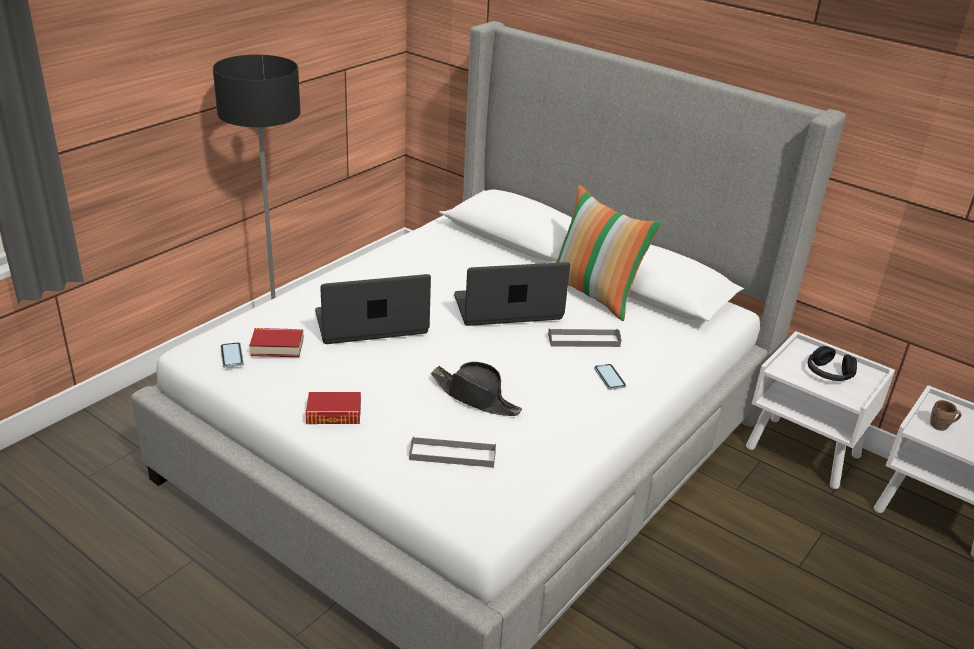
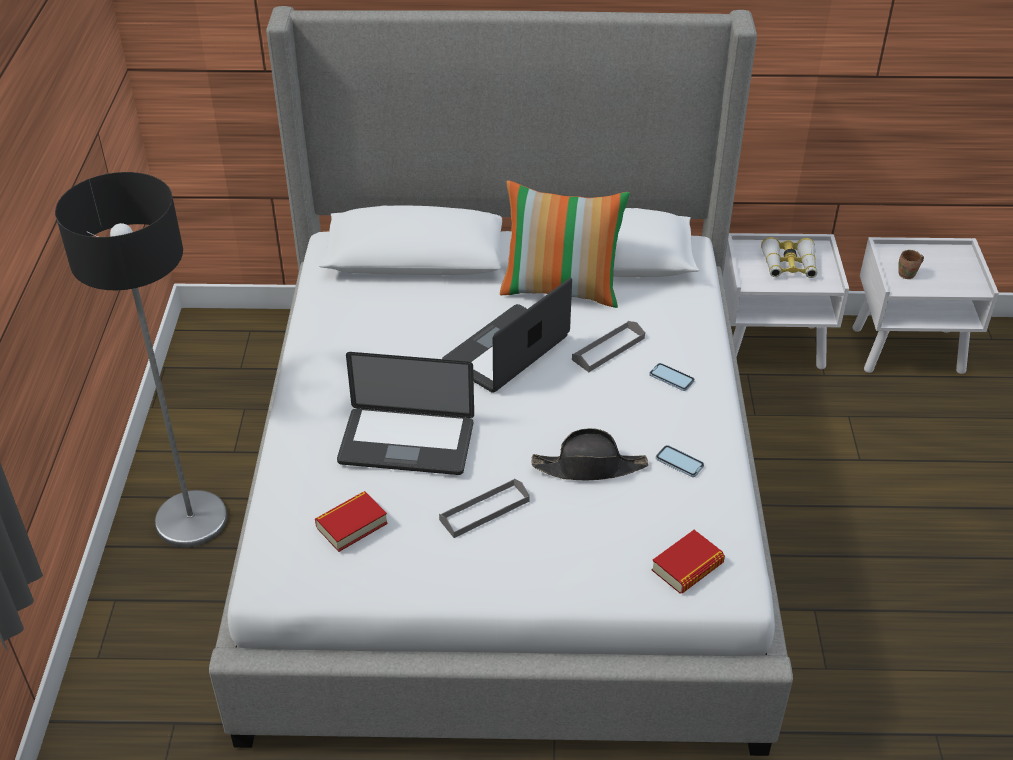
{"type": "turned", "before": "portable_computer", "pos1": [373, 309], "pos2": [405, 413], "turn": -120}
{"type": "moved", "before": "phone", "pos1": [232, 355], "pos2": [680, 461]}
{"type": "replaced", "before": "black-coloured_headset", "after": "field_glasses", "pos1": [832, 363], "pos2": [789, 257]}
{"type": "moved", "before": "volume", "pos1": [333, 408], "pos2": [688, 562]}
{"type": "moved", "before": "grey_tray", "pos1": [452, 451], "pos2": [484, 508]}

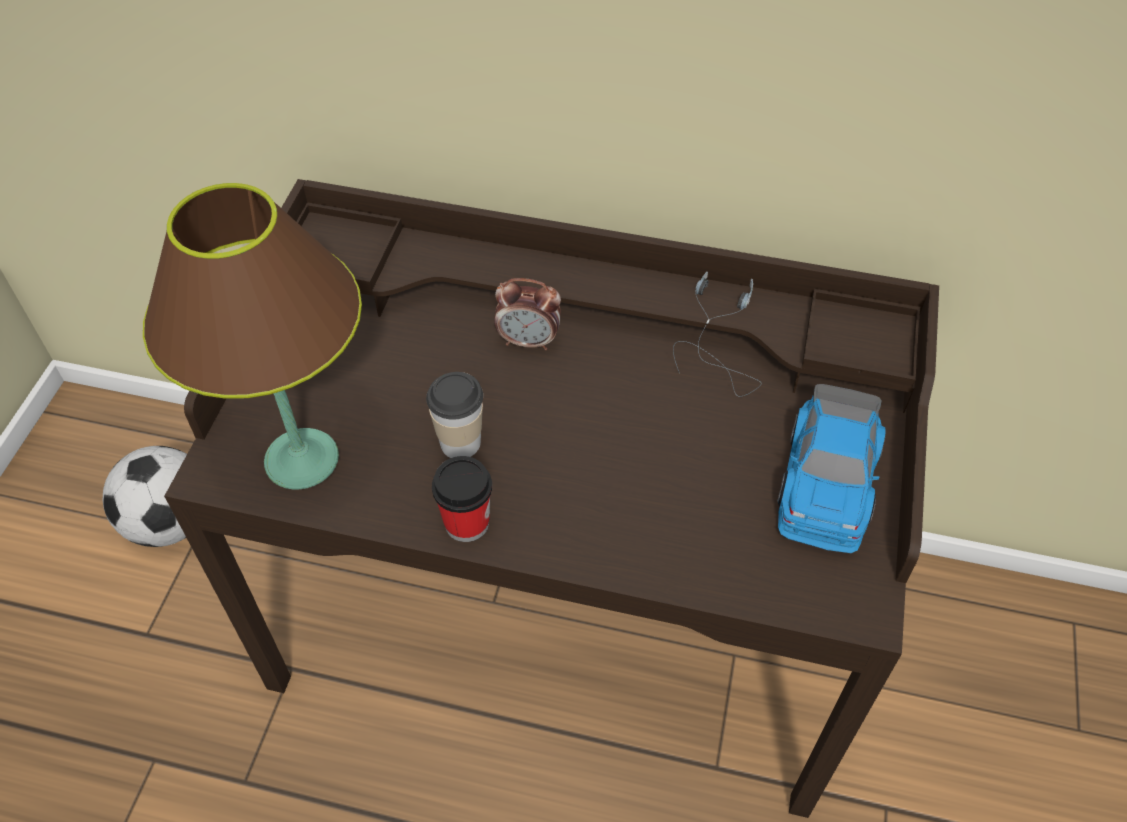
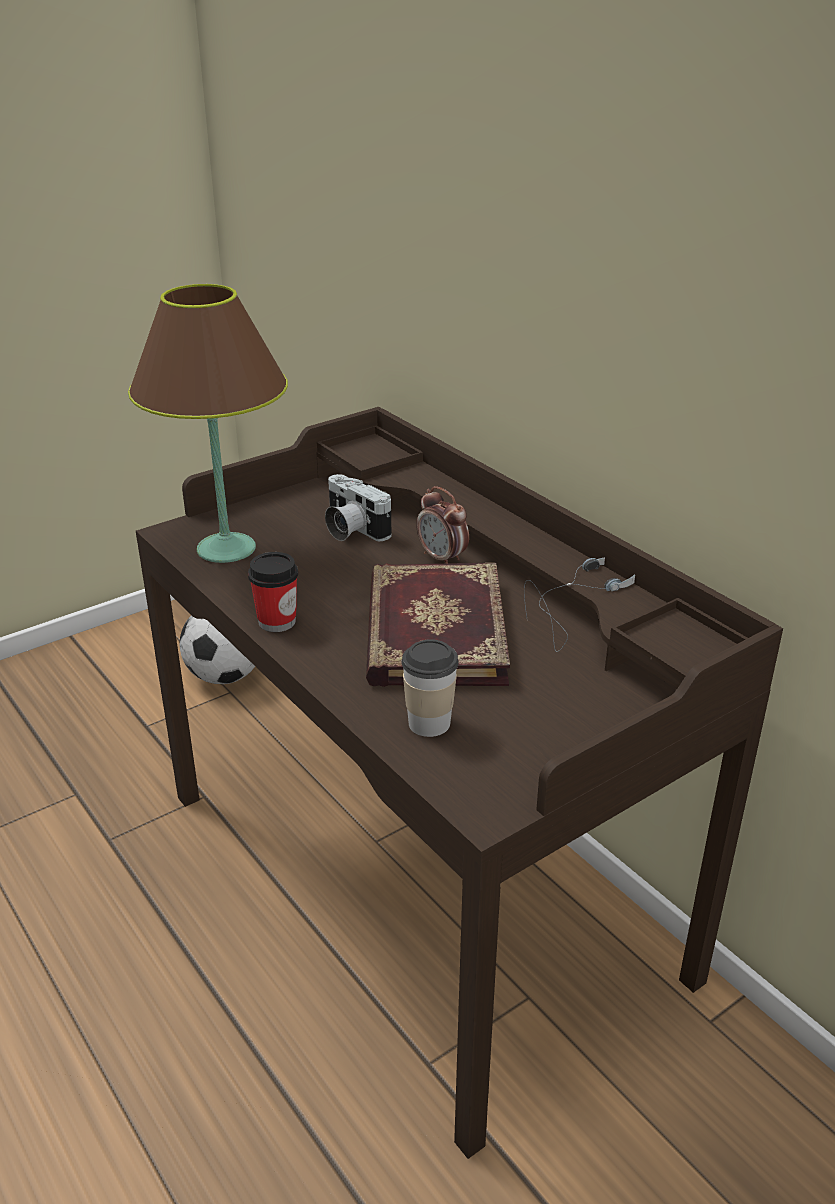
{"type": "moved", "before": "drinking_cup", "pos1": [454, 415], "pos2": [430, 688]}
{"type": "removed", "before": "miniature_car", "pos1": [831, 468]}
{"type": "added", "after": "photo_camera", "pos2": [358, 507]}
{"type": "added", "after": "volume", "pos2": [438, 625]}

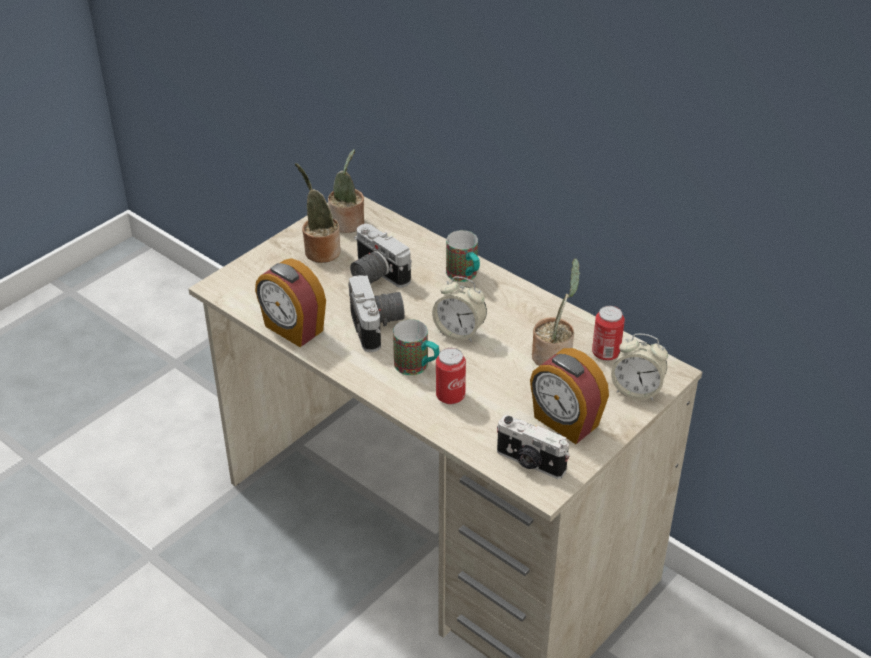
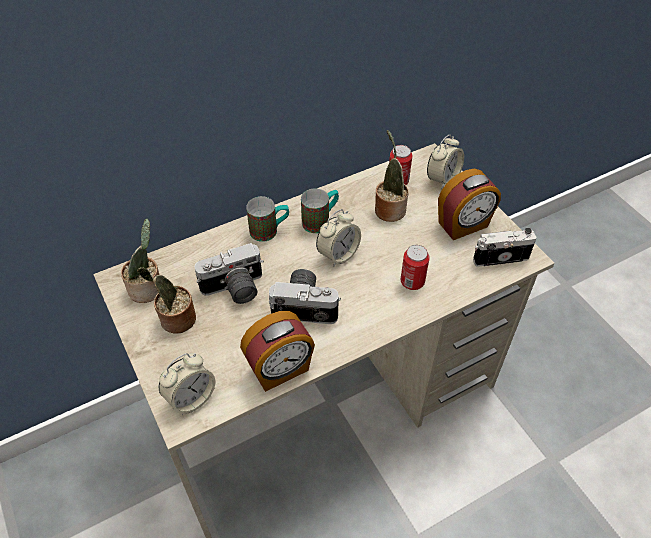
{"type": "moved", "before": "coffee_mug", "pos1": [416, 347], "pos2": [320, 210]}
{"type": "turned", "before": "photo_camera", "pos1": [533, 447], "pos2": [505, 247], "turn": -150}
{"type": "added", "after": "table_clock", "pos2": [187, 384]}

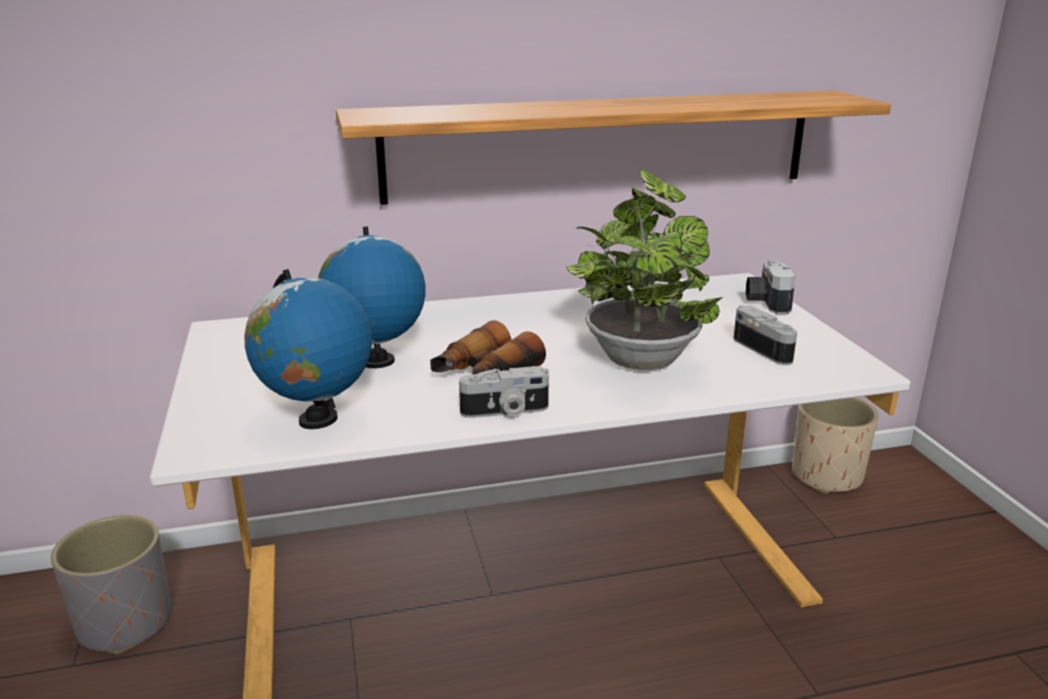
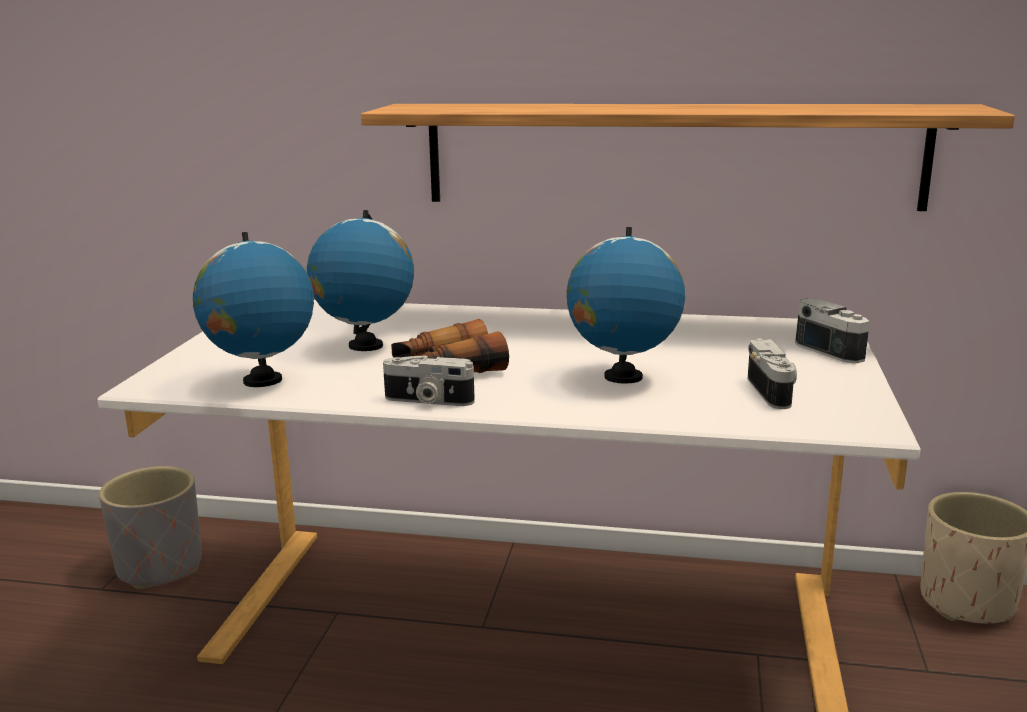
{"type": "replaced", "before": "houseplant", "after": "desk_globe", "pos1": [644, 269], "pos2": [626, 305]}
{"type": "turned", "before": "photo_camera", "pos1": [771, 287], "pos2": [832, 331], "turn": 120}

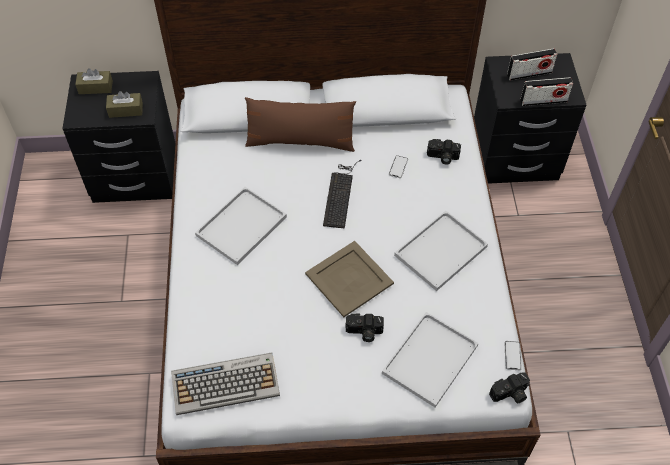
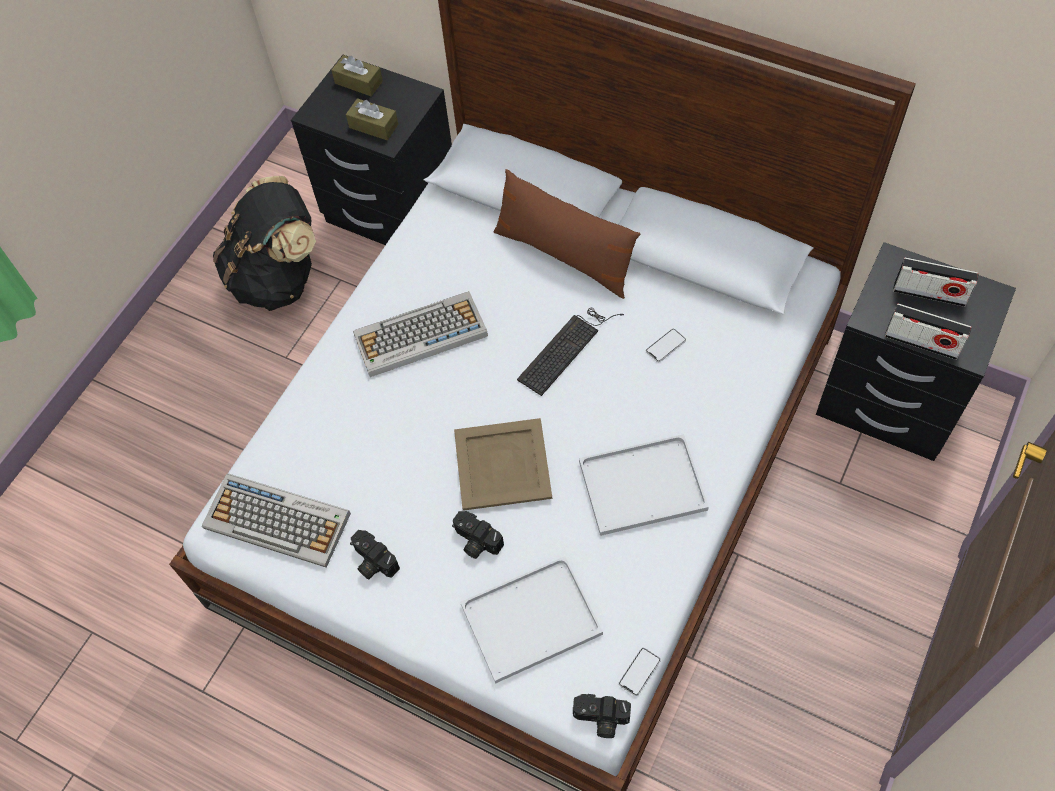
{"type": "moved", "before": "photo_camera", "pos1": [444, 152], "pos2": [375, 554]}
{"type": "replaced", "before": "white_tray", "after": "computer_keyboard", "pos1": [241, 226], "pos2": [420, 334]}
{"type": "added", "after": "black-coloured_backpack", "pos2": [264, 243]}

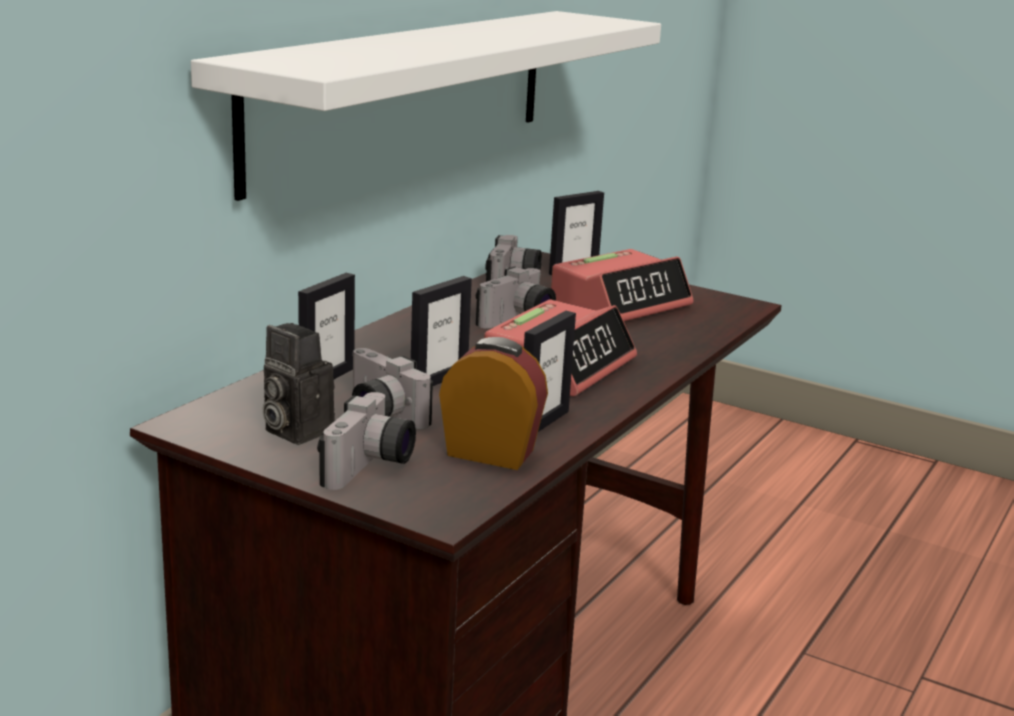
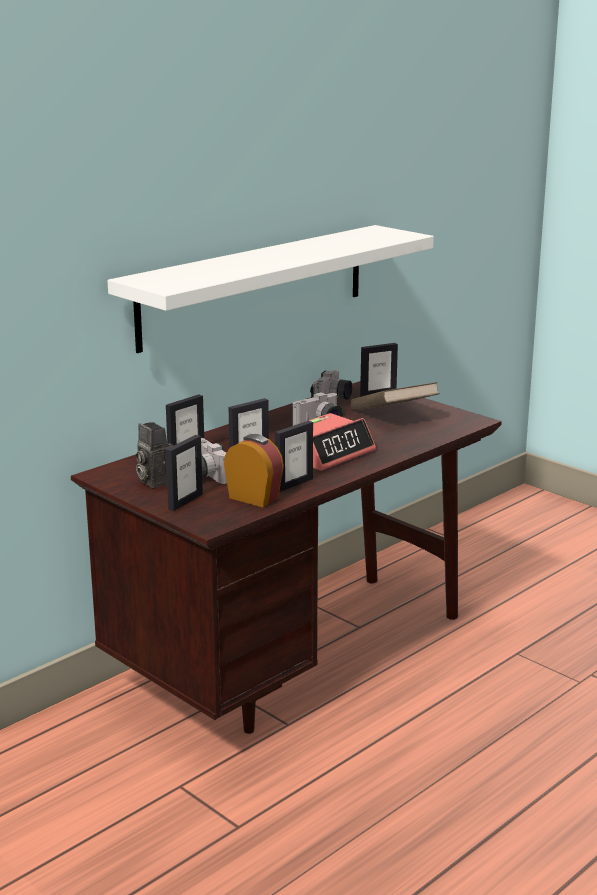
{"type": "replaced", "before": "table_clock", "after": "brown_volume", "pos1": [622, 285], "pos2": [395, 396]}
{"type": "replaced", "before": "photo_camera", "after": "standing_frame", "pos1": [366, 441], "pos2": [184, 473]}

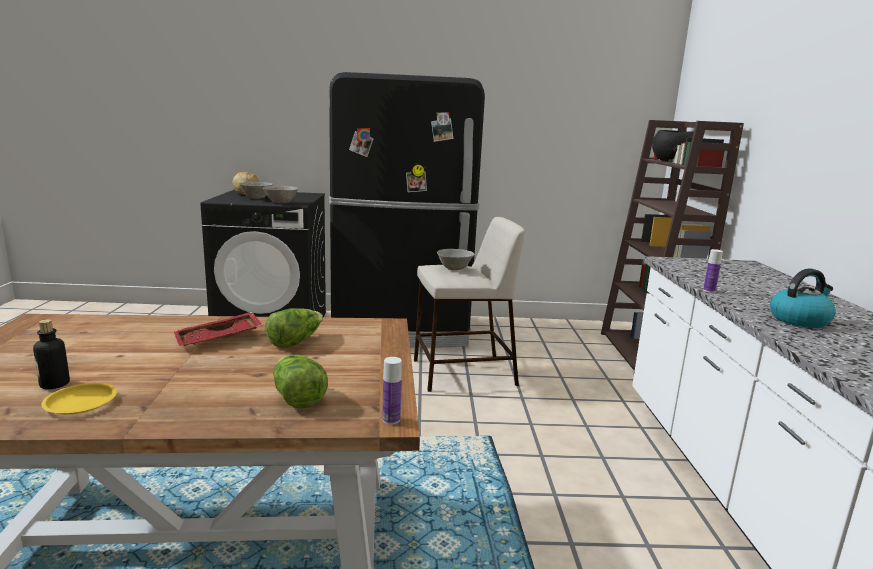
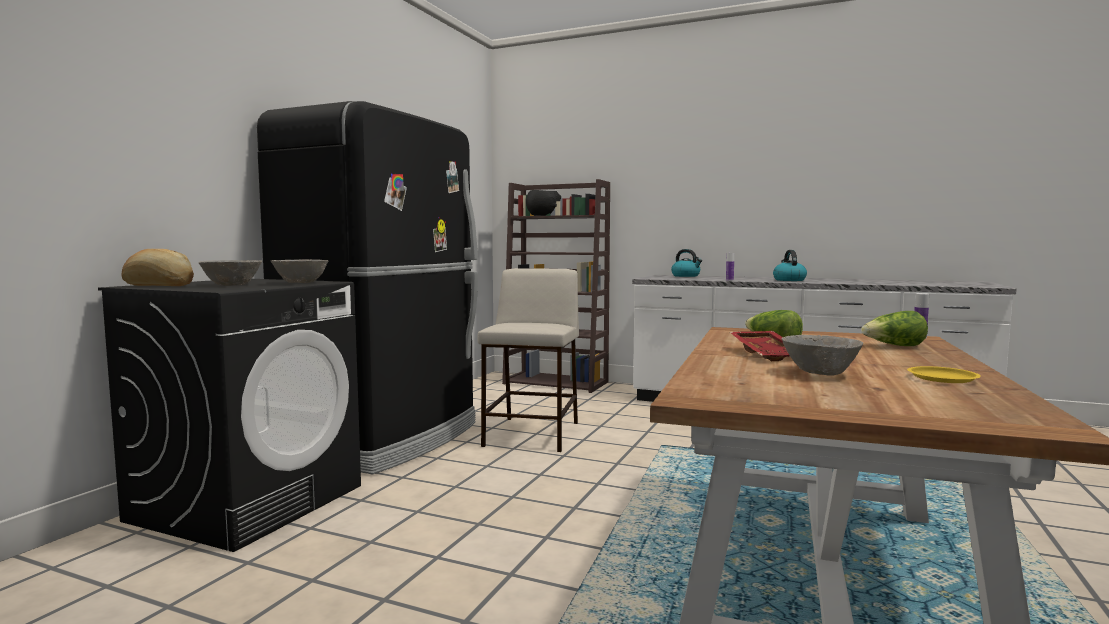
{"type": "moved", "before": "grey_serving_bowl", "pos1": [456, 259], "pos2": [822, 355]}
{"type": "removed", "before": "beverage_bottle", "pos1": [51, 354]}
{"type": "added", "after": "tea_kettle", "pos2": [686, 263]}

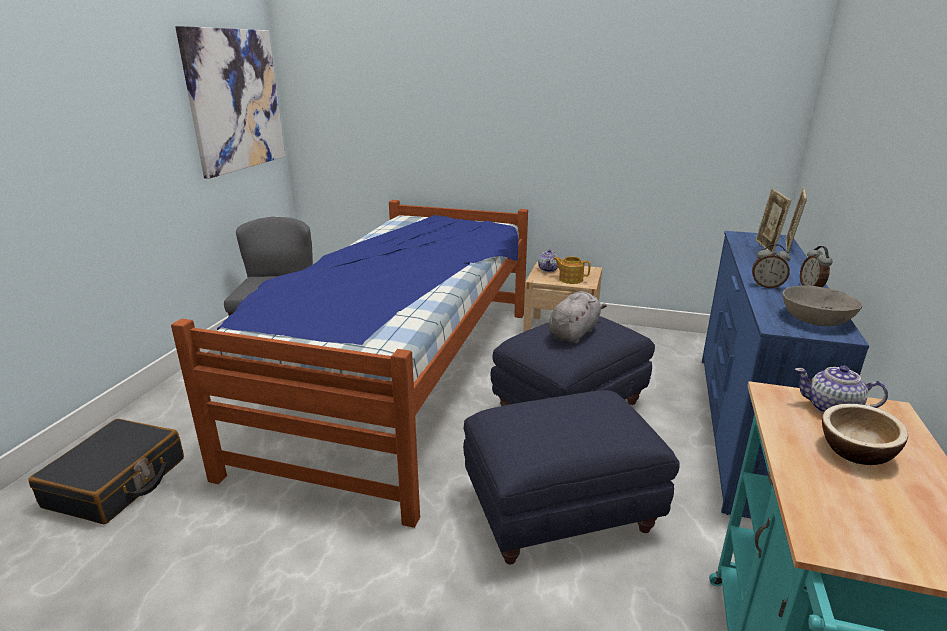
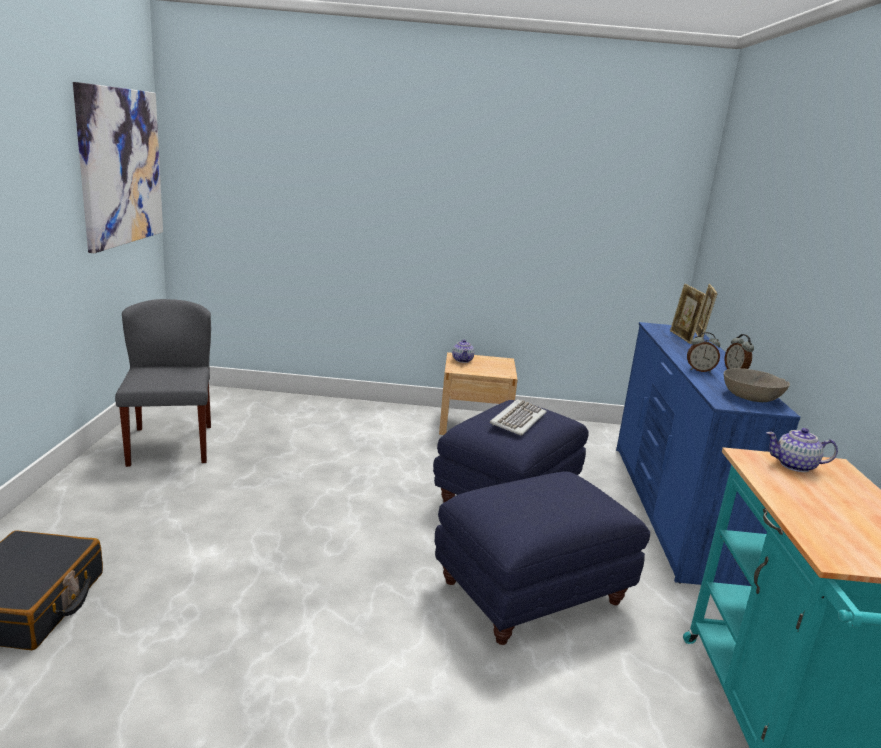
{"type": "removed", "before": "bedroom_bed", "pos1": [349, 364]}
{"type": "removed", "before": "pot_for_tea", "pos1": [571, 270]}
{"type": "replaced", "before": "grey_plush_toy", "after": "computer_keyboard", "pos1": [578, 317], "pos2": [518, 417]}
{"type": "removed", "before": "serving_bowl", "pos1": [865, 434]}

